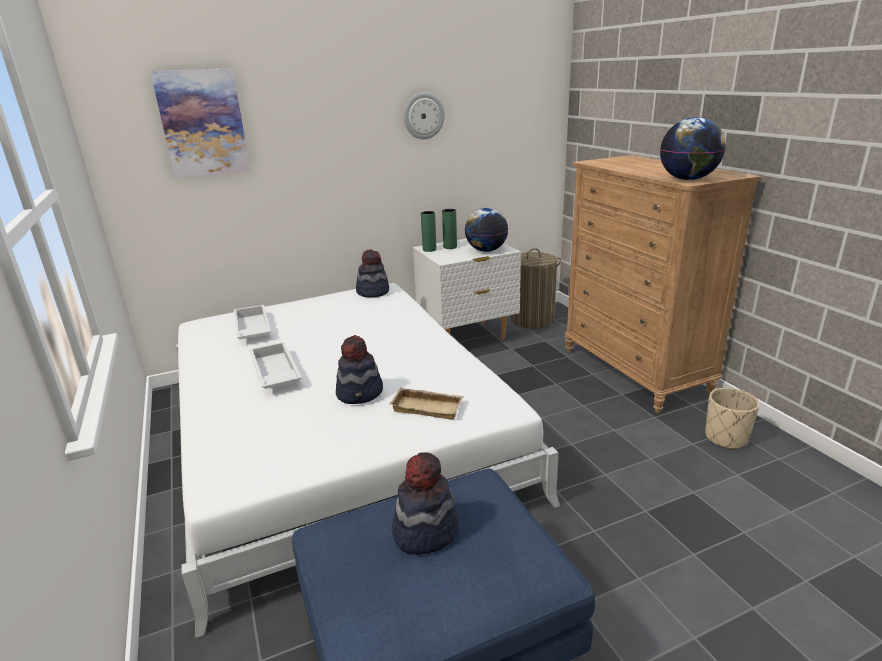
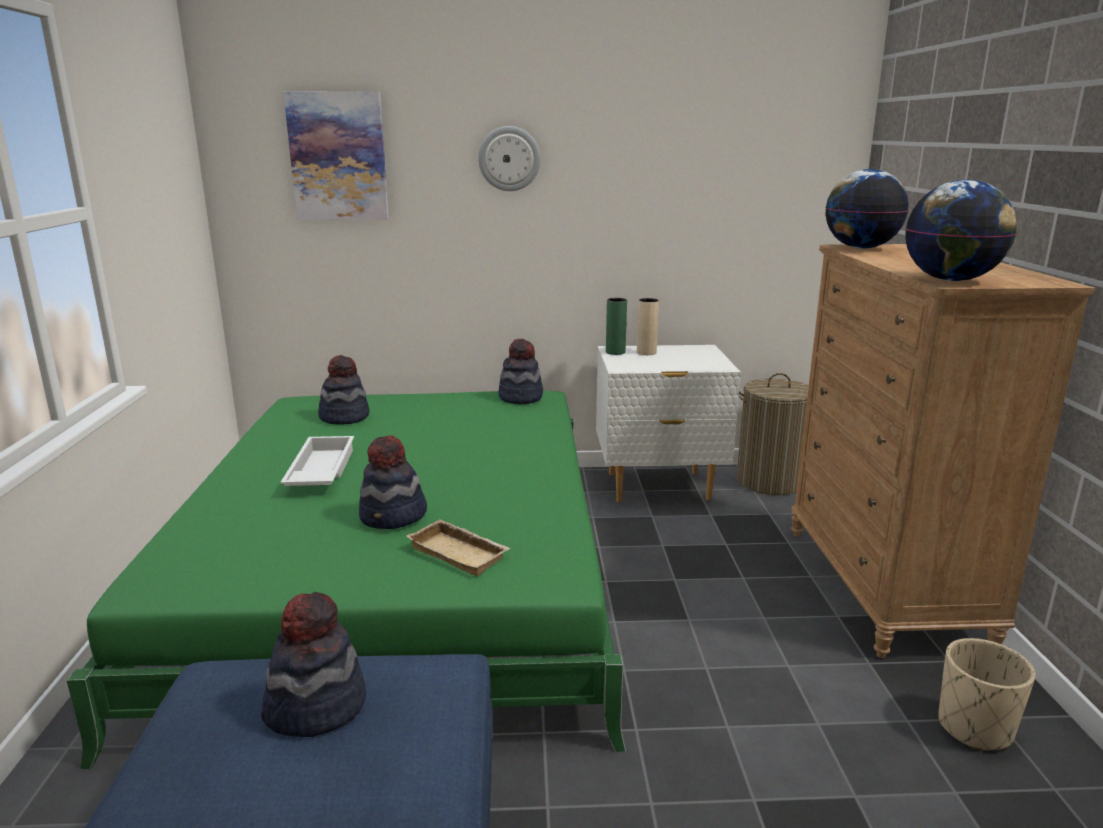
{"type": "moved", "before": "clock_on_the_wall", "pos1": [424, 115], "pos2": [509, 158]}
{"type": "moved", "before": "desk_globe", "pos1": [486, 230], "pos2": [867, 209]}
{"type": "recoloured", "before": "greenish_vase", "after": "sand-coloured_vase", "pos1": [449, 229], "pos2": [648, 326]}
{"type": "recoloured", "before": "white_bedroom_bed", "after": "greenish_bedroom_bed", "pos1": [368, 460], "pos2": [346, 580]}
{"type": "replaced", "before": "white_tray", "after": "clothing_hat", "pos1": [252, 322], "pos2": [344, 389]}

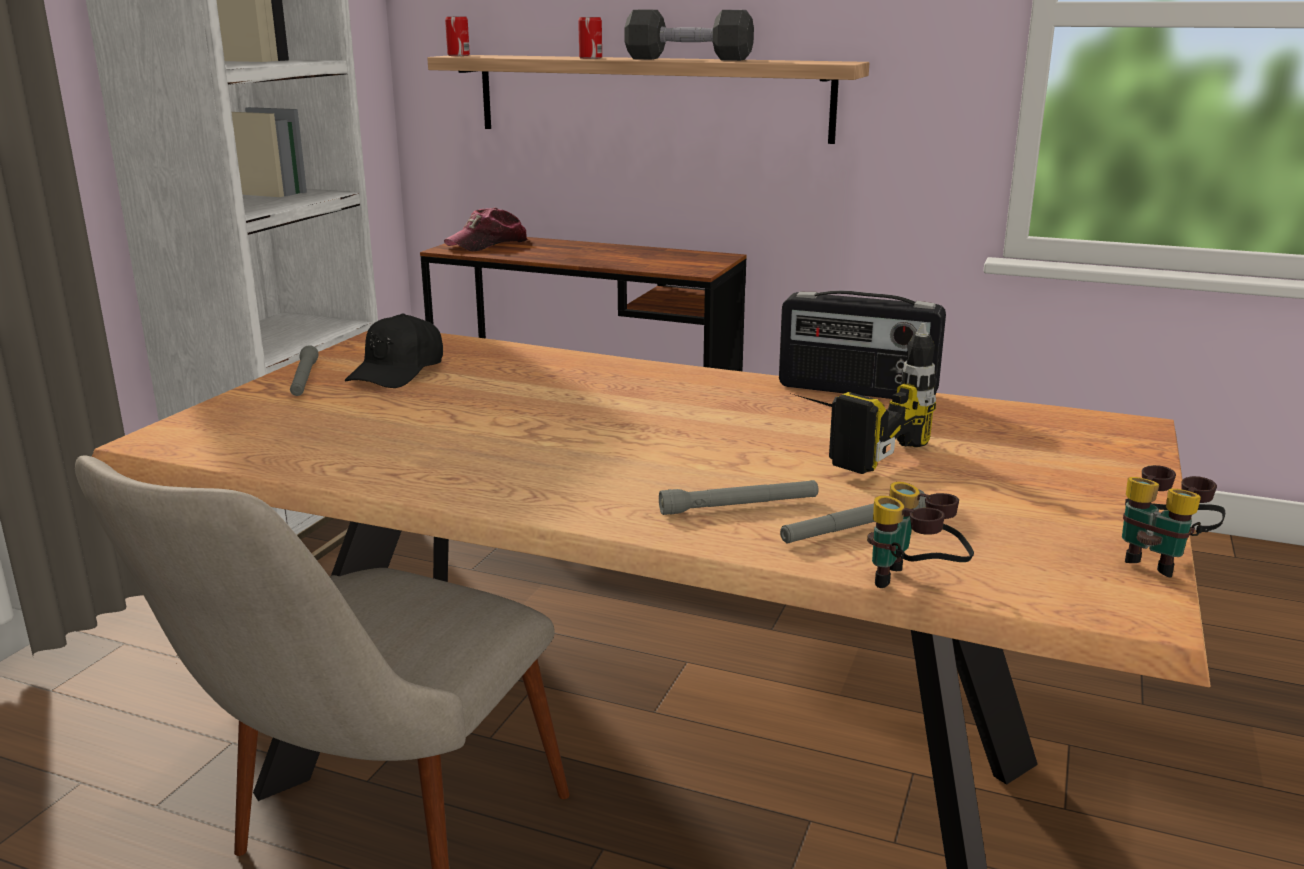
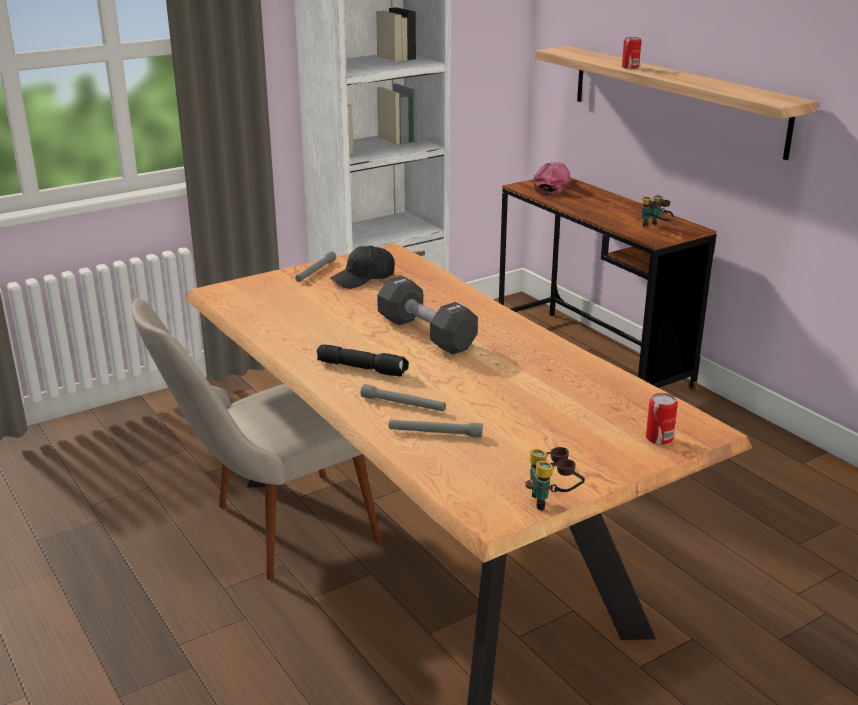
{"type": "moved", "before": "black-coloured_free_weight", "pos1": [689, 35], "pos2": [427, 315]}
{"type": "moved", "before": "sealed_can", "pos1": [457, 36], "pos2": [662, 419]}
{"type": "turned", "before": "cap", "pos1": [486, 229], "pos2": [552, 179], "turn": 120}
{"type": "removed", "before": "radio", "pos1": [862, 345]}
{"type": "removed", "before": "electric_drill", "pos1": [862, 398]}
{"type": "moved", "before": "field_glasses", "pos1": [920, 535], "pos2": [657, 211]}
{"type": "added", "after": "black-coloured_torch", "pos2": [363, 360]}

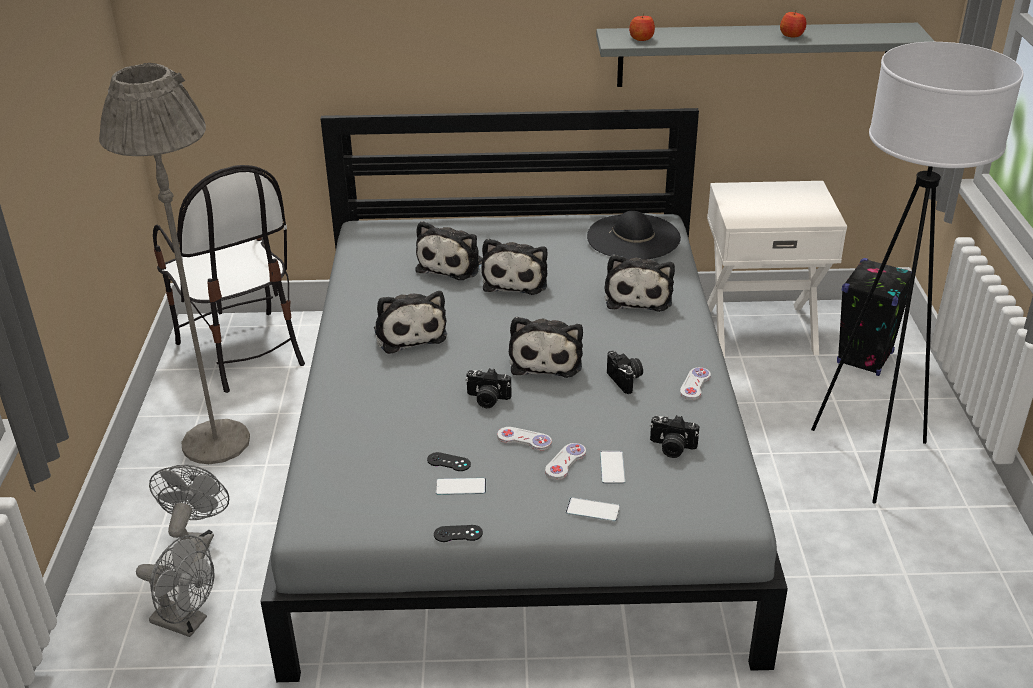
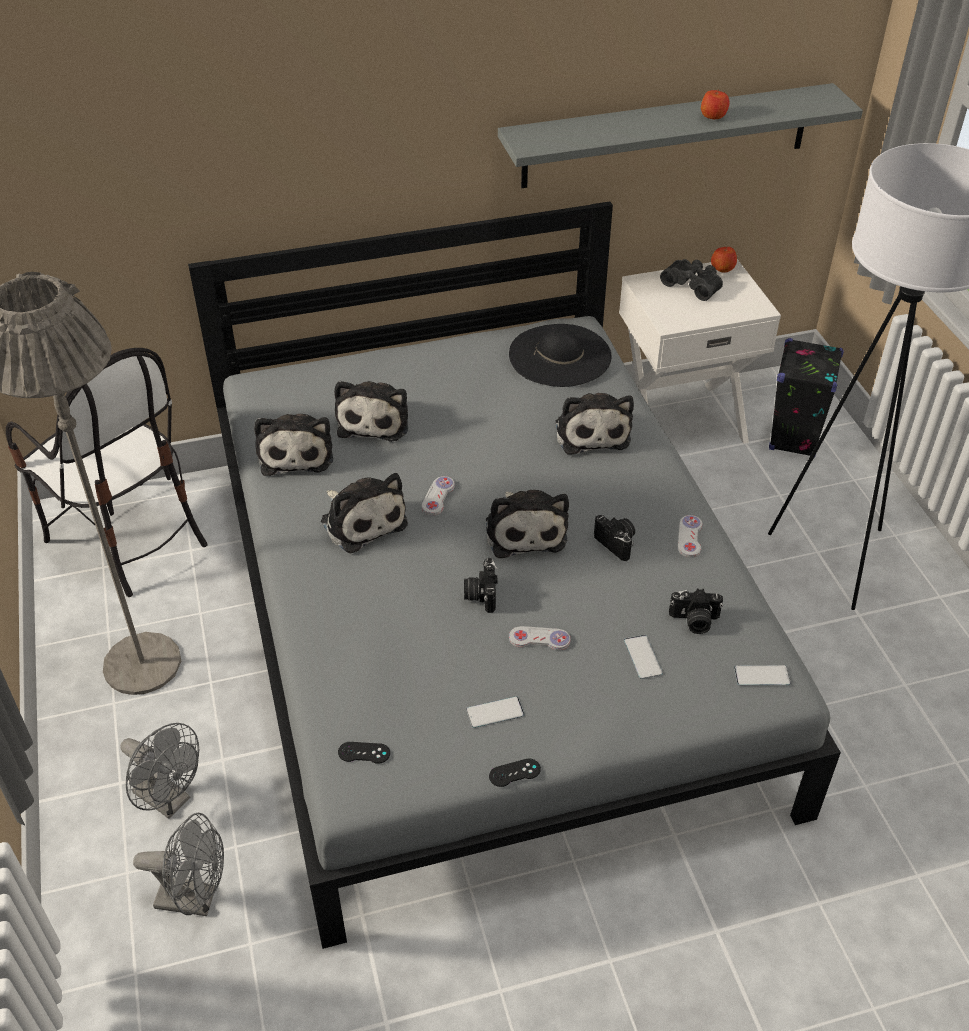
{"type": "moved", "before": "apple", "pos1": [642, 27], "pos2": [724, 260]}
{"type": "moved", "before": "plush_toy", "pos1": [514, 266], "pos2": [293, 445]}
{"type": "turned", "before": "photo_camera", "pos1": [488, 388], "pos2": [481, 585], "turn": 90}
{"type": "moved", "before": "white_game_controller", "pos1": [565, 461], "pos2": [438, 496]}
{"type": "moved", "before": "black-coloured_game_controller", "pos1": [449, 461], "pos2": [364, 753]}
{"type": "turned", "before": "grey_cooling_fan", "pos1": [189, 513], "pos2": [159, 771], "turn": 135}
{"type": "moved", "before": "phone", "pos1": [593, 509], "pos2": [762, 675]}
{"type": "added", "after": "black-coloured_field_glasses", "pos2": [691, 280]}

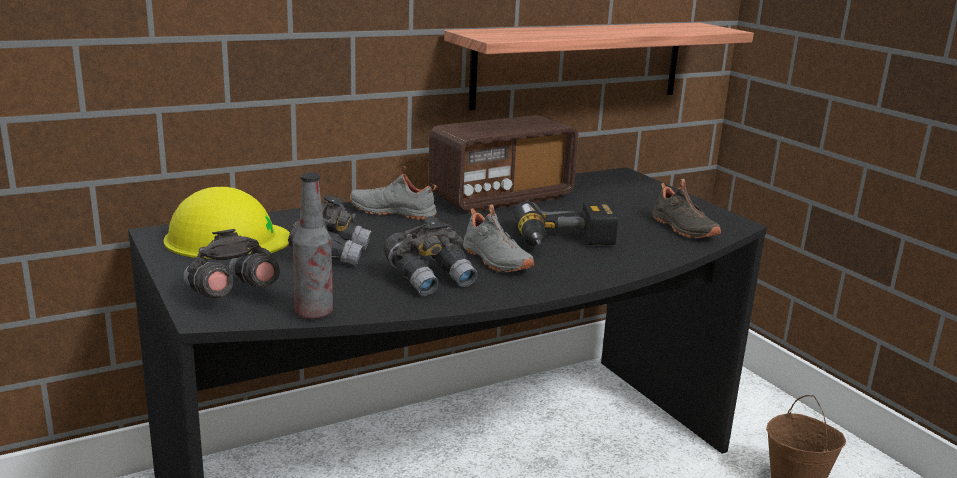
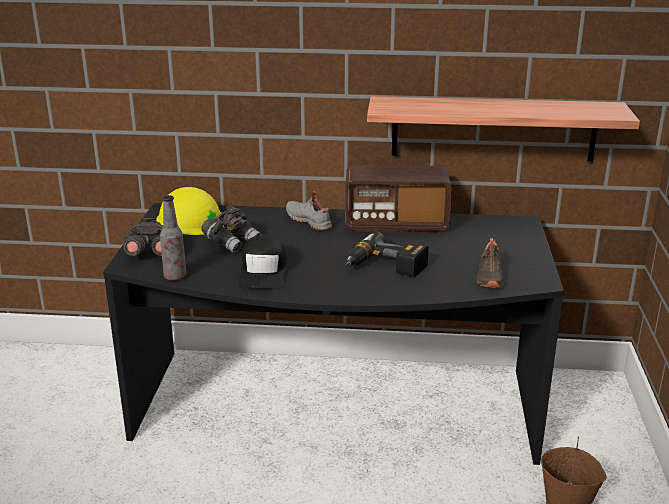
{"type": "removed", "before": "grey_item_of_footwear", "pos1": [498, 238]}
{"type": "replaced", "before": "grey_field_glasses", "after": "black-coloured_cap", "pos1": [430, 256], "pos2": [263, 262]}

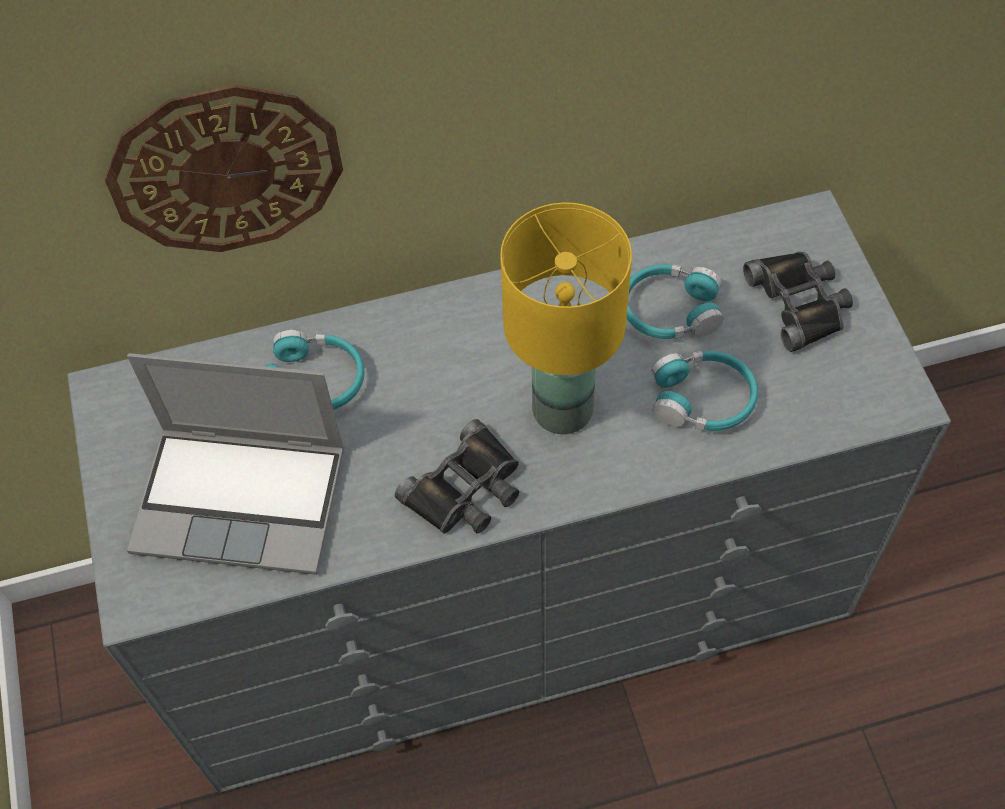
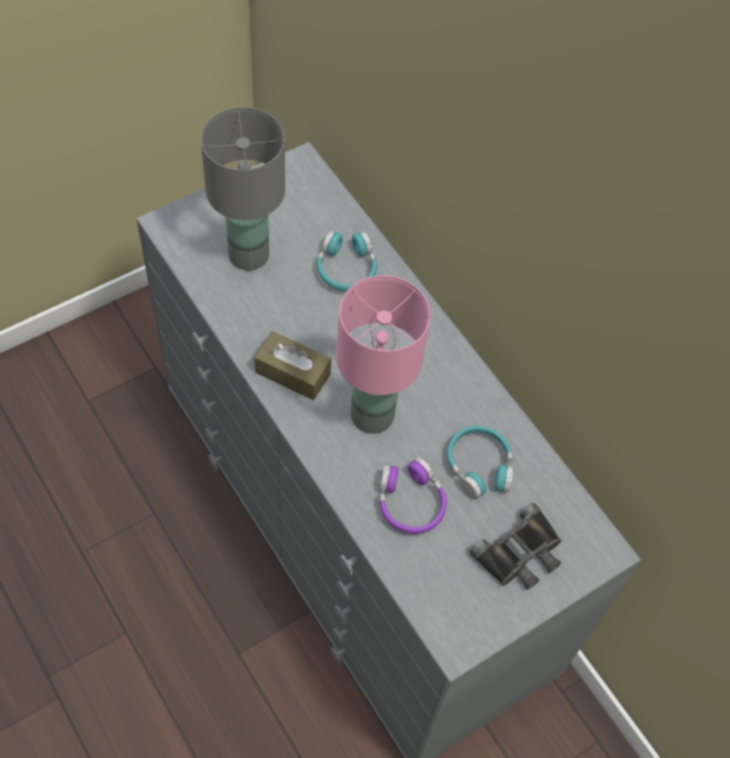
{"type": "removed", "before": "clock_on_the_wall", "pos1": [224, 168]}
{"type": "recoloured", "before": "yellowish_tabletop_lamp", "after": "pinkish_tabletop_lamp", "pos1": [566, 318], "pos2": [383, 354]}
{"type": "recoloured", "before": "turquoise-coloured_headset", "after": "purple-coloured_headset", "pos1": [704, 391], "pos2": [413, 495]}
{"type": "replaced", "before": "portable_computer", "after": "grey_tabletop_lamp", "pos1": [235, 464], "pos2": [243, 188]}
{"type": "replaced", "before": "black-coloured_field_glasses", "after": "brown_tissue_holder", "pos1": [457, 476], "pos2": [292, 365]}

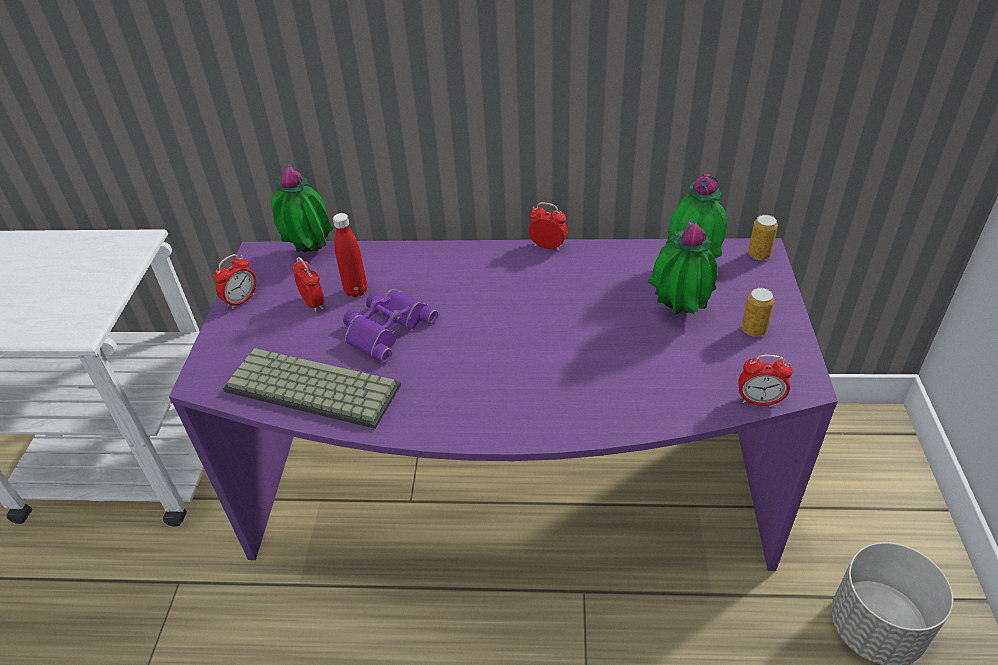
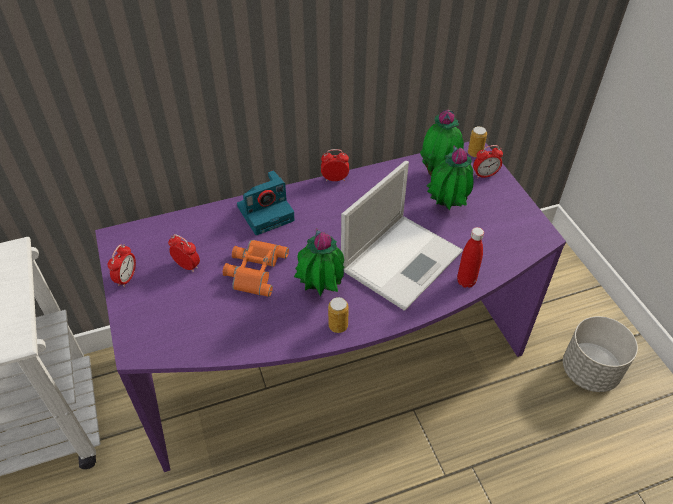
{"type": "moved", "before": "houseplant", "pos1": [302, 208], "pos2": [319, 262]}
{"type": "moved", "before": "reddish_beverage_bottle", "pos1": [350, 255], "pos2": [470, 257]}
{"type": "moved", "before": "sealed_can", "pos1": [758, 312], "pos2": [338, 315]}
{"type": "recoloured", "before": "purple-coloured_field_glasses", "after": "orange-coloured_field_glasses", "pos1": [390, 326], "pos2": [256, 268]}
{"type": "removed", "before": "computer_keyboard", "pos1": [312, 388]}
{"type": "moved", "before": "table_clock", "pos1": [765, 380], "pos2": [488, 162]}
{"type": "added", "after": "portable_computer", "pos2": [402, 236]}
{"type": "added", "after": "photo_camera", "pos2": [266, 202]}

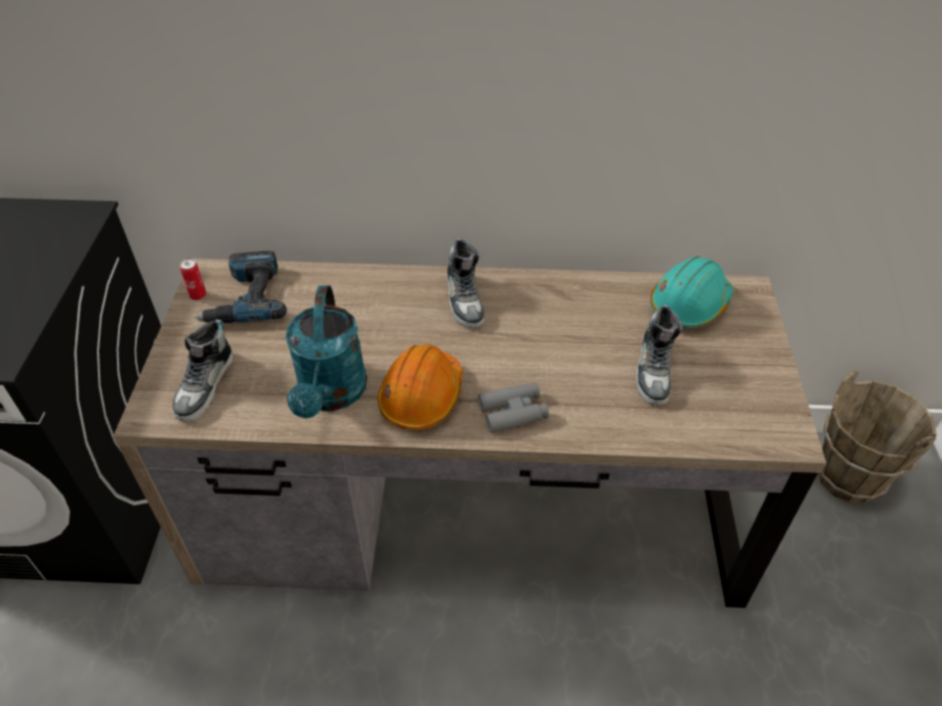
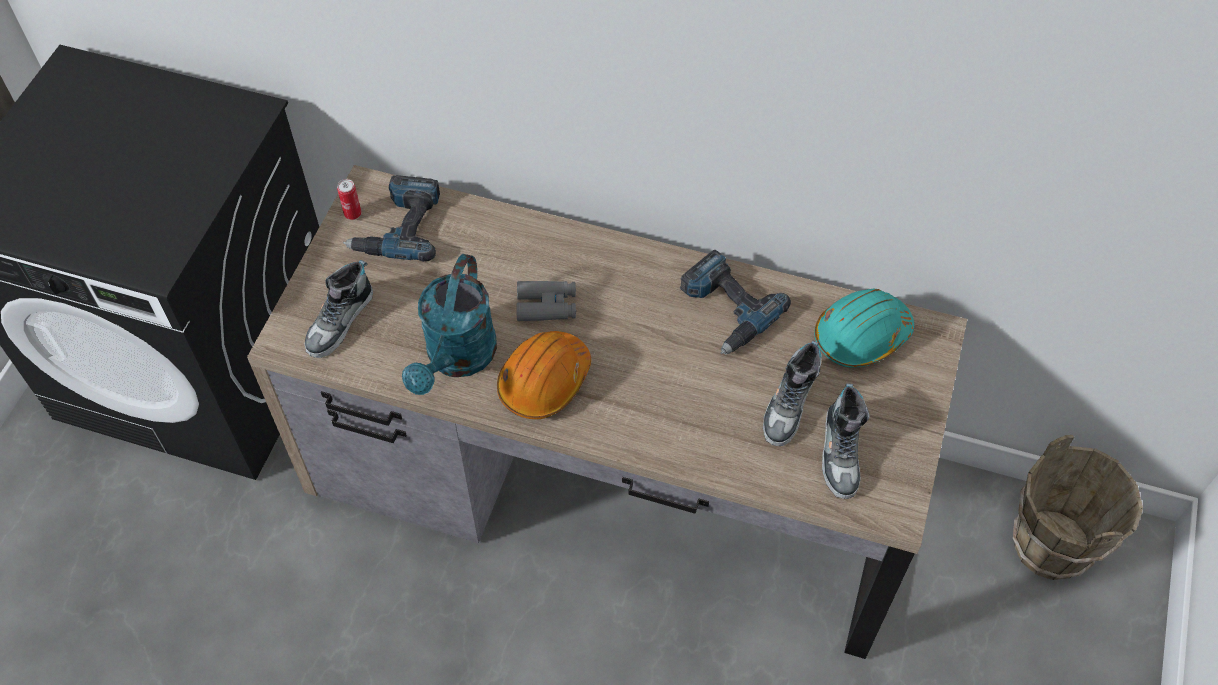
{"type": "moved", "before": "item_of_footwear", "pos1": [466, 283], "pos2": [846, 441]}
{"type": "moved", "before": "grey_field_glasses", "pos1": [513, 408], "pos2": [546, 301]}
{"type": "added", "after": "electric_drill", "pos2": [735, 302]}

